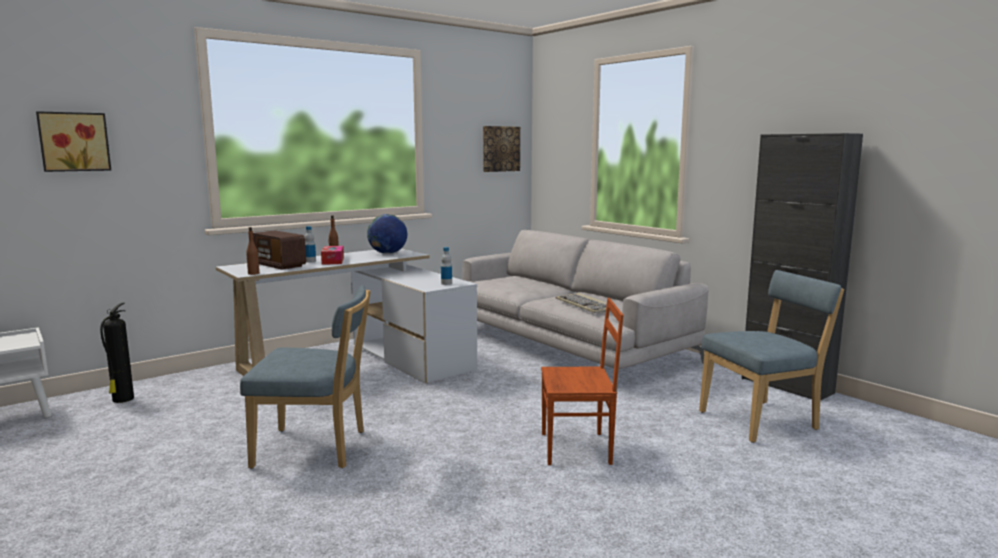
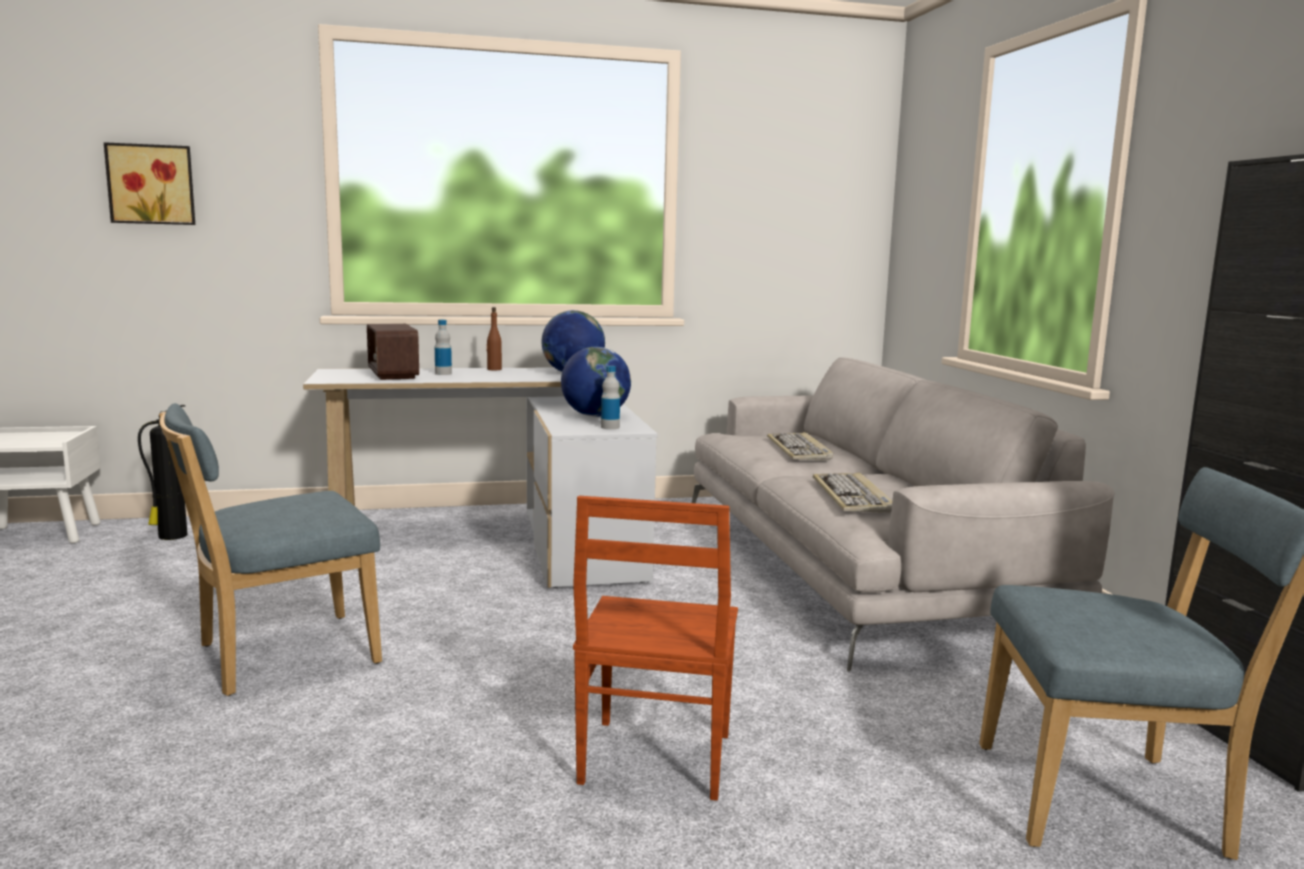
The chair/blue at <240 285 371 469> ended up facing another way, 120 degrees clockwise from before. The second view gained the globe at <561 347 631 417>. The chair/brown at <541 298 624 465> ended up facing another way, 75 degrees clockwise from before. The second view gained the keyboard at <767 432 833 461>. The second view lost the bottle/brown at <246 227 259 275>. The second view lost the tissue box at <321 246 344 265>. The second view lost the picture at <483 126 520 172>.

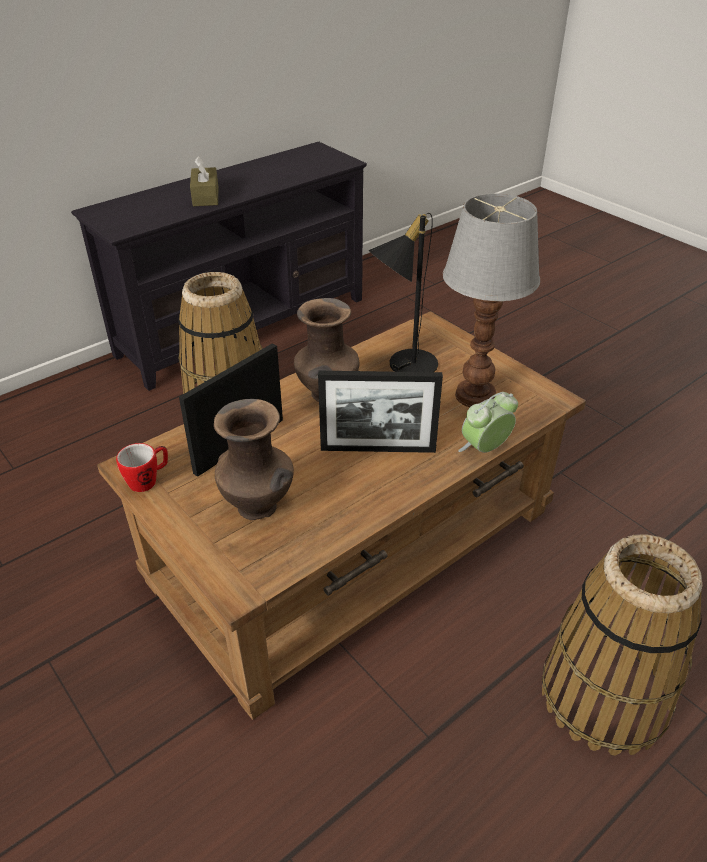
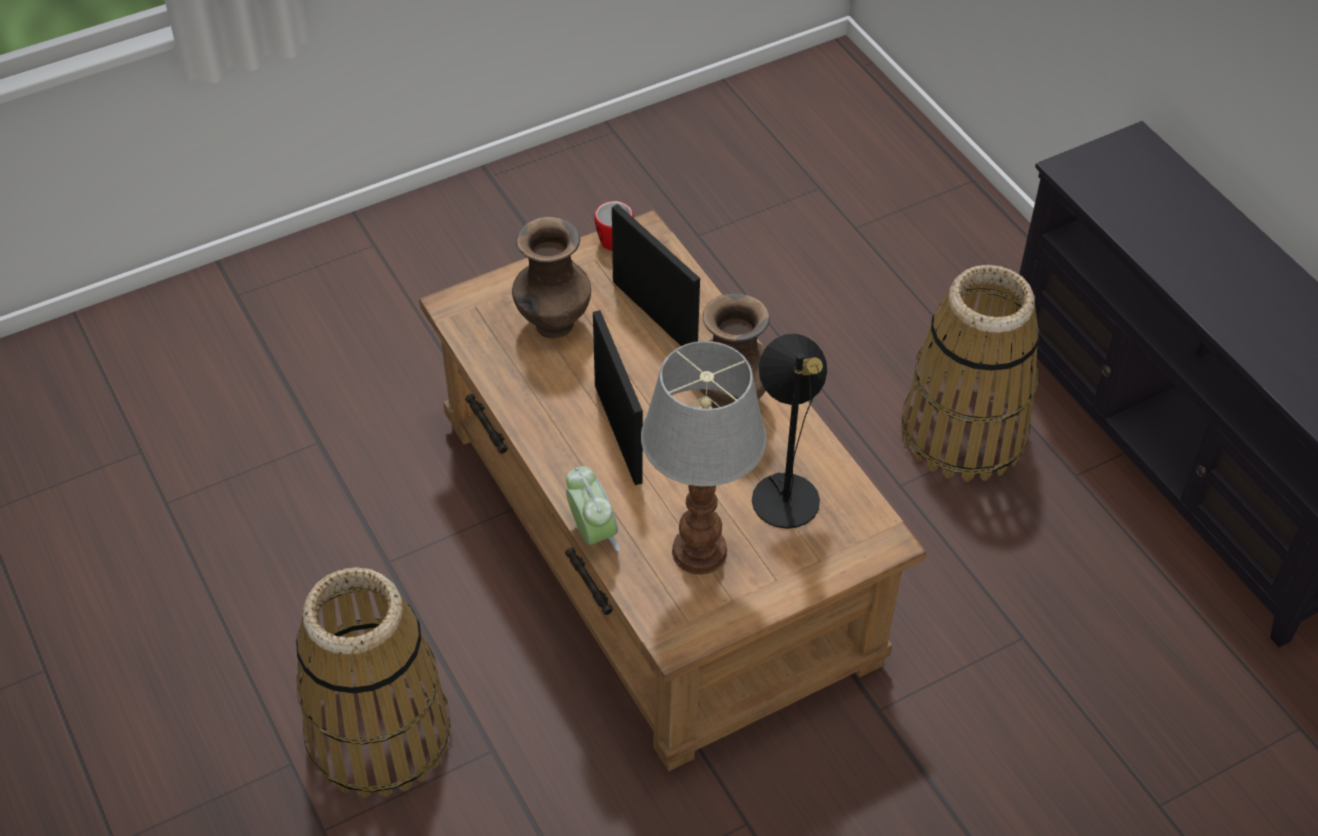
The picture frame at <318 371 443 453> ended up facing another way, 150 degrees clockwise from before. The second view lost the tissue box/brown at <190 156 218 206>.

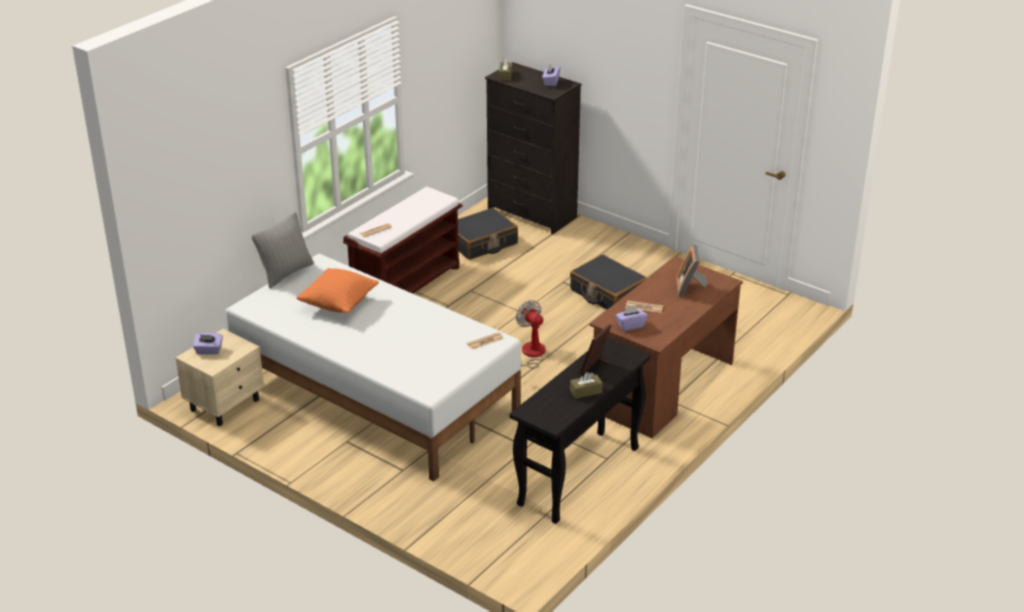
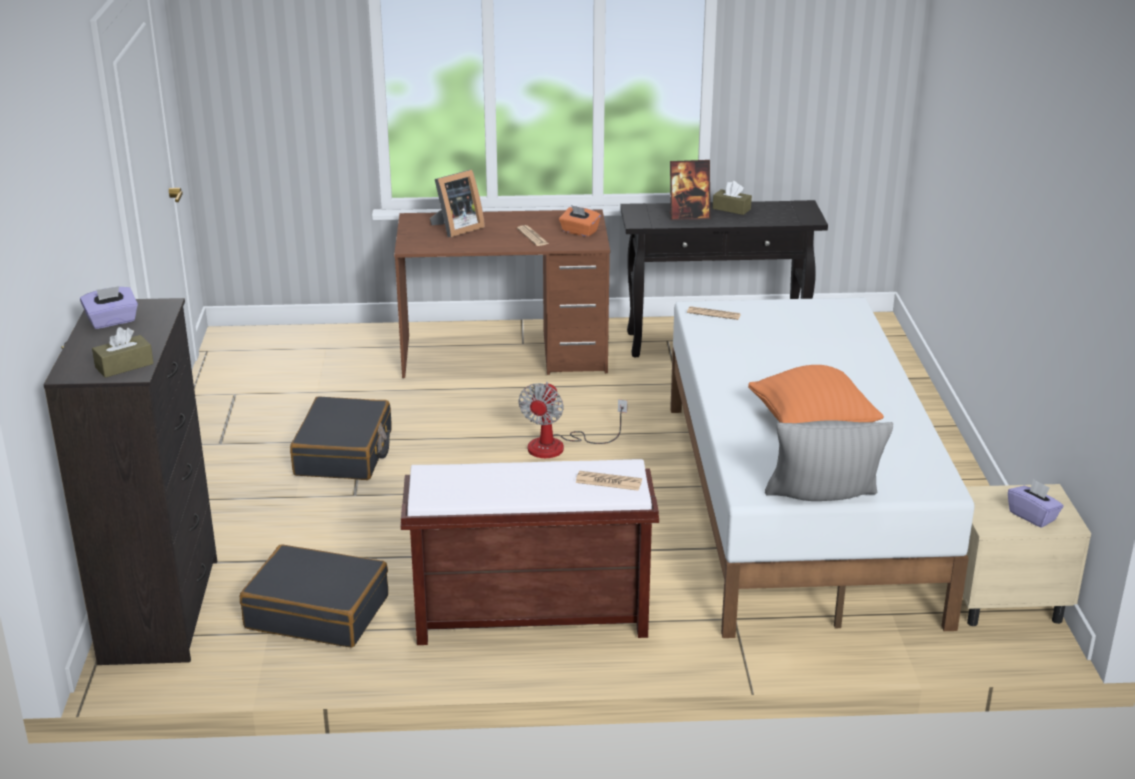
What was the tissue box/purple at <616 305 648 331> turned into the tissue box/orange at <559 205 601 237>.

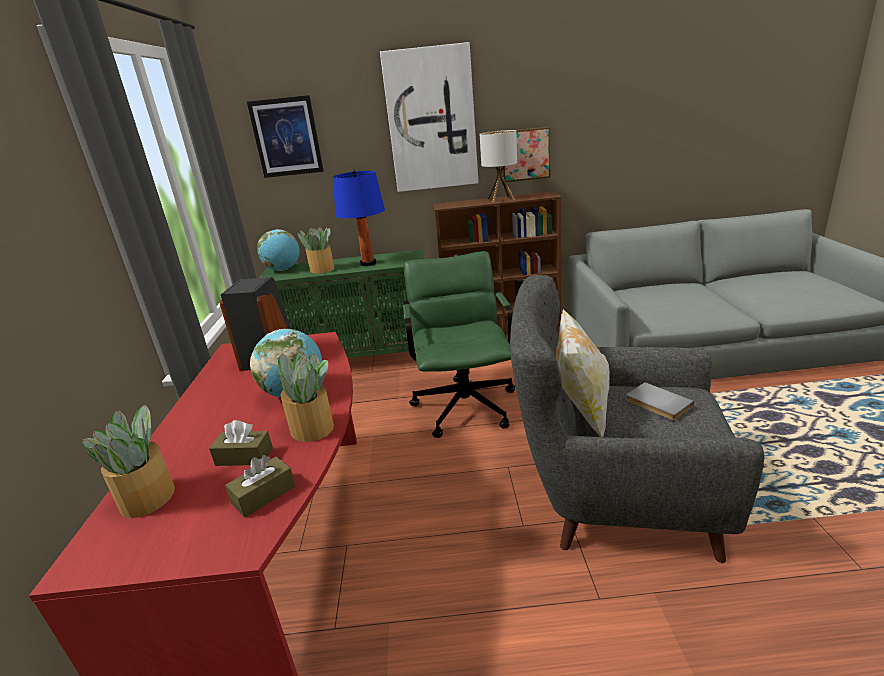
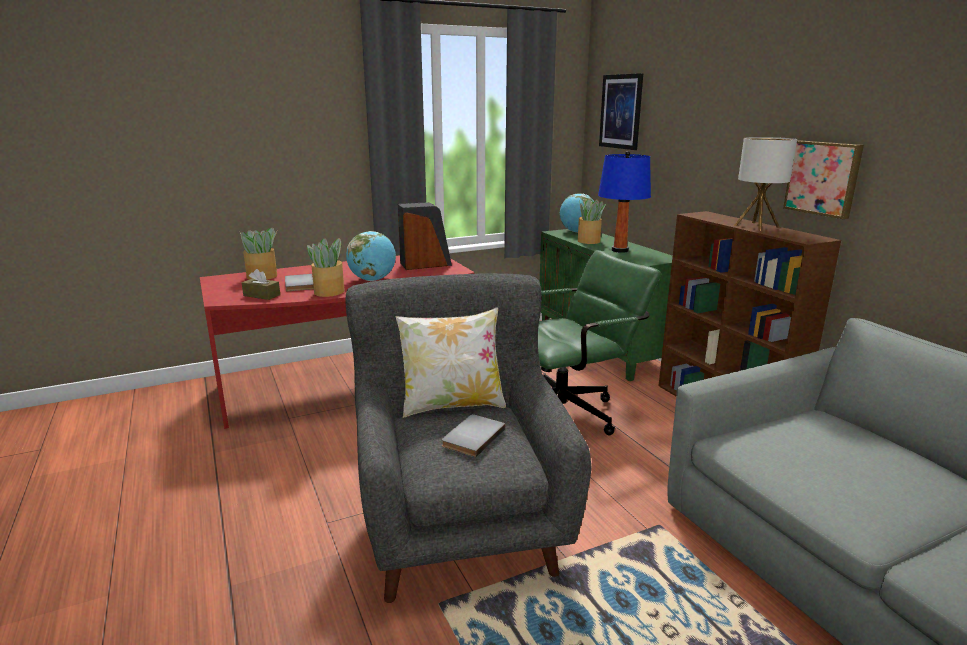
Where the tissue box/brown stood at <209 420 273 466>, the book/grey came to stand at <285 274 314 291>. The second view lost the picture at <380 42 479 192>.

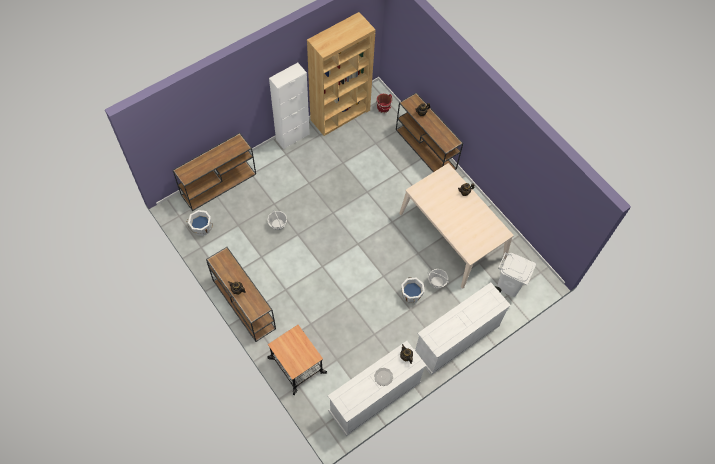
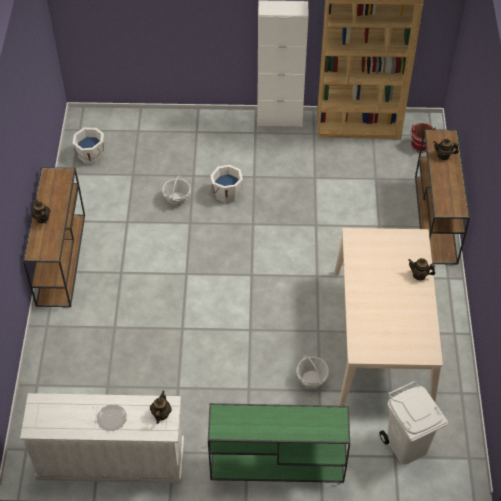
Where the dresser/white stood at <415 282 511 375>, the console table/green came to stand at <208 403 350 483>. The bucket/white ended up elsewhere, having gone from <401 277 425 303> to <210 165 243 203>. The second view lost the console table/brown at <173 133 256 211>. The second view lost the cart at <267 325 327 395>.

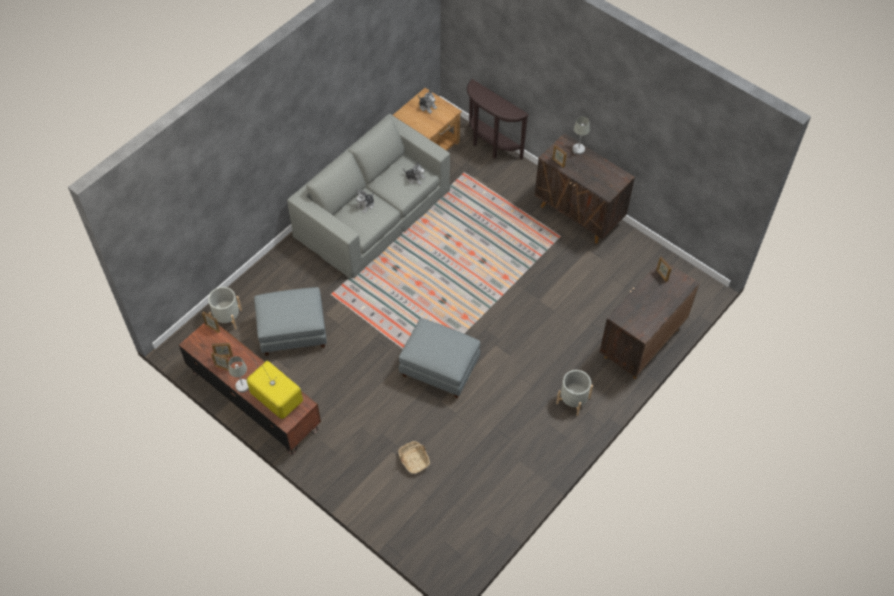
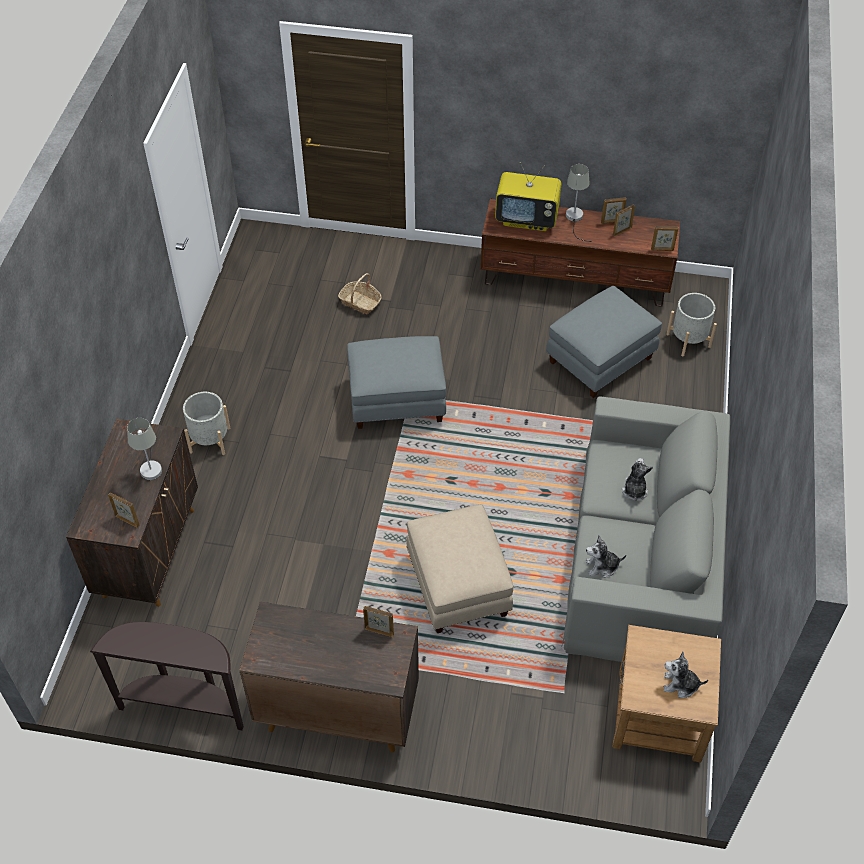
The console table/brown ended up elsewhere, having gone from <467 79 529 160> to <90 622 243 730>. The table lamp/grey ended up elsewhere, having gone from <572 116 590 172> to <127 418 162 480>. The second view gained the ottoman/beige at <406 504 513 633>.

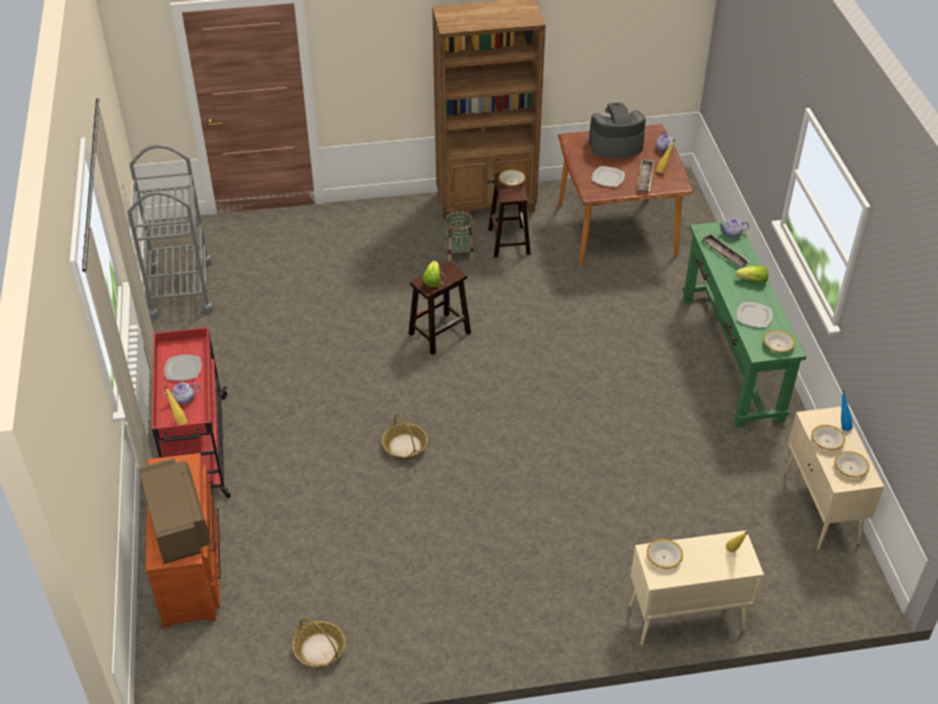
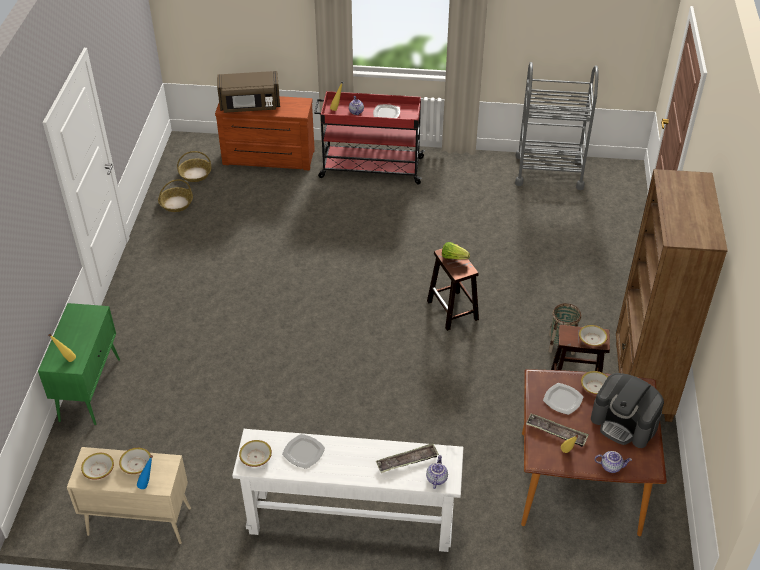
What was the cabinet/beige at <629 530 764 645> turned into the cabinet/green at <38 303 120 425>. The basket ended up elsewhere, having gone from <382 414 428 460> to <177 151 212 182>. What was the console table/green at <683 221 806 428> turned into the console table/white at <232 429 464 552>. The bowl ended up elsewhere, having gone from <647 539 683 569> to <581 371 608 395>. The coffee machine at <589 103 646 159> ended up facing another way, 120 degrees clockwise from before. The second view lost the lettuce at <736 266 769 283>.

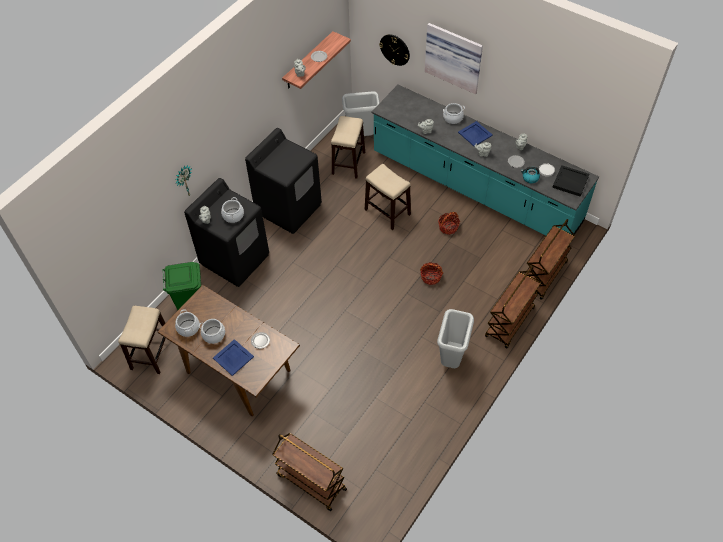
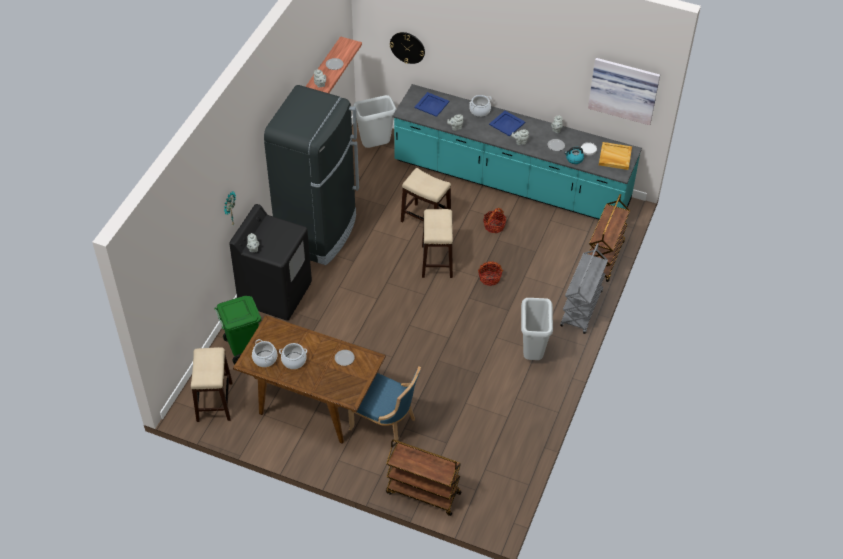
Where the washing machine/black stood at <245 128 322 234>, the fridge/black came to stand at <264 85 359 265>. The second view gained the chair/blue at <348 366 421 443>. The tray/blue ended up elsewhere, having gone from <213 339 254 376> to <415 92 449 117>. The stool ended up elsewhere, having gone from <331 116 365 179> to <422 209 453 278>. What was the cart/brown at <485 266 541 348> turned into the cart/grey at <560 243 608 334>. The picture ended up elsewhere, having gone from <425 23 483 94> to <588 58 660 125>. What was the tray/black at <552 165 589 197> turned into the tray/beige at <599 142 632 170>. The second view lost the cooking pot at <221 197 244 223>.

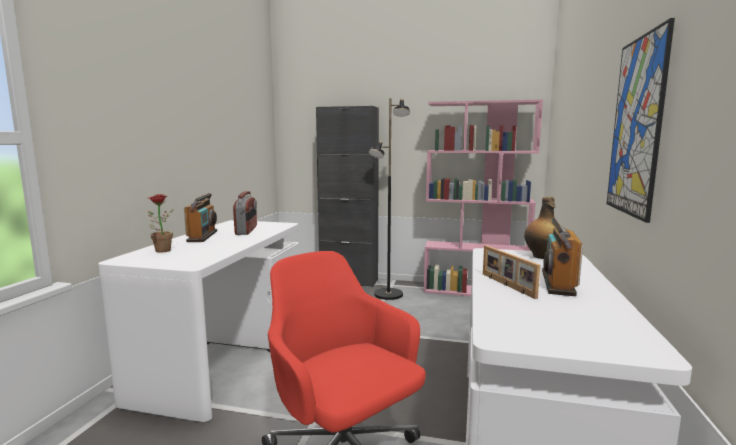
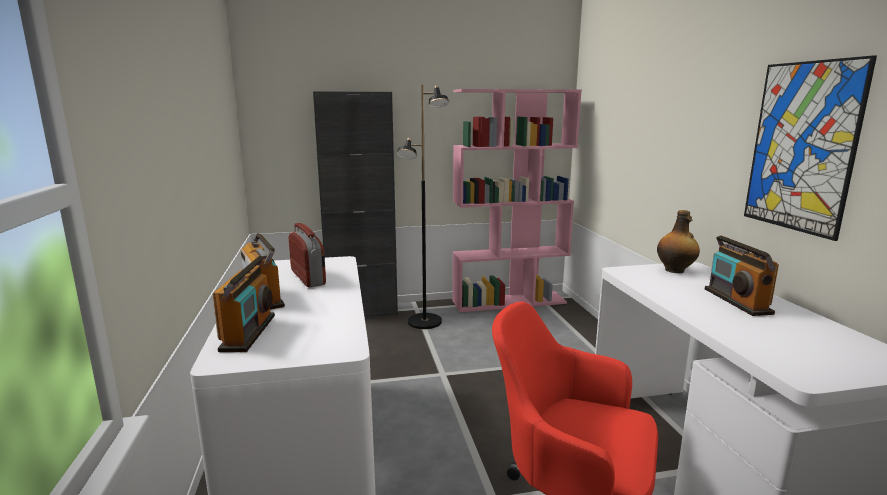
Where the potted plant stood at <148 194 174 253>, the radio came to stand at <212 256 275 352>. The second view lost the picture frame at <483 245 540 299>.

